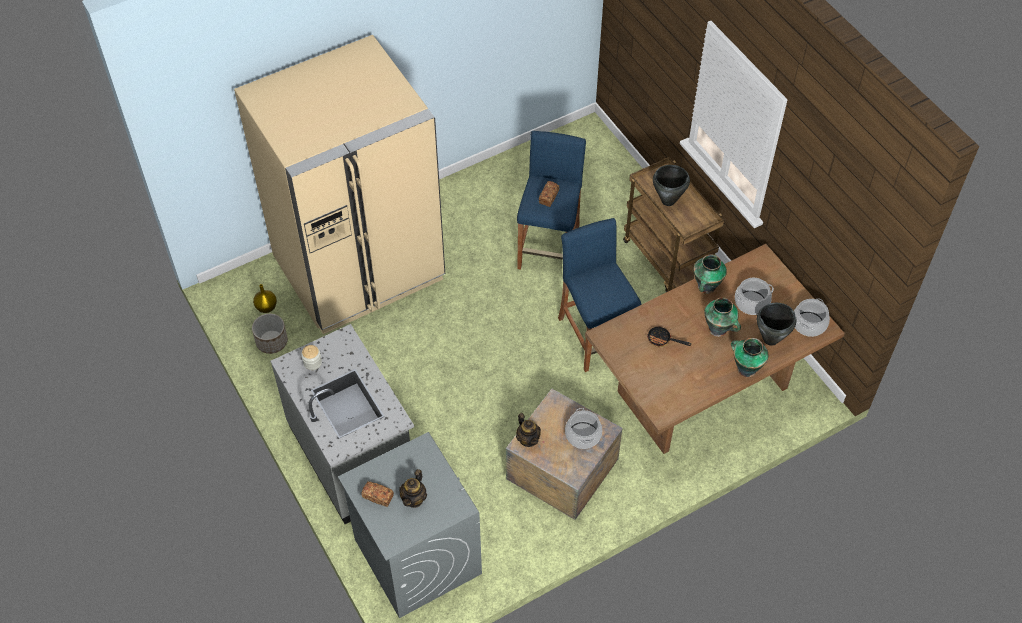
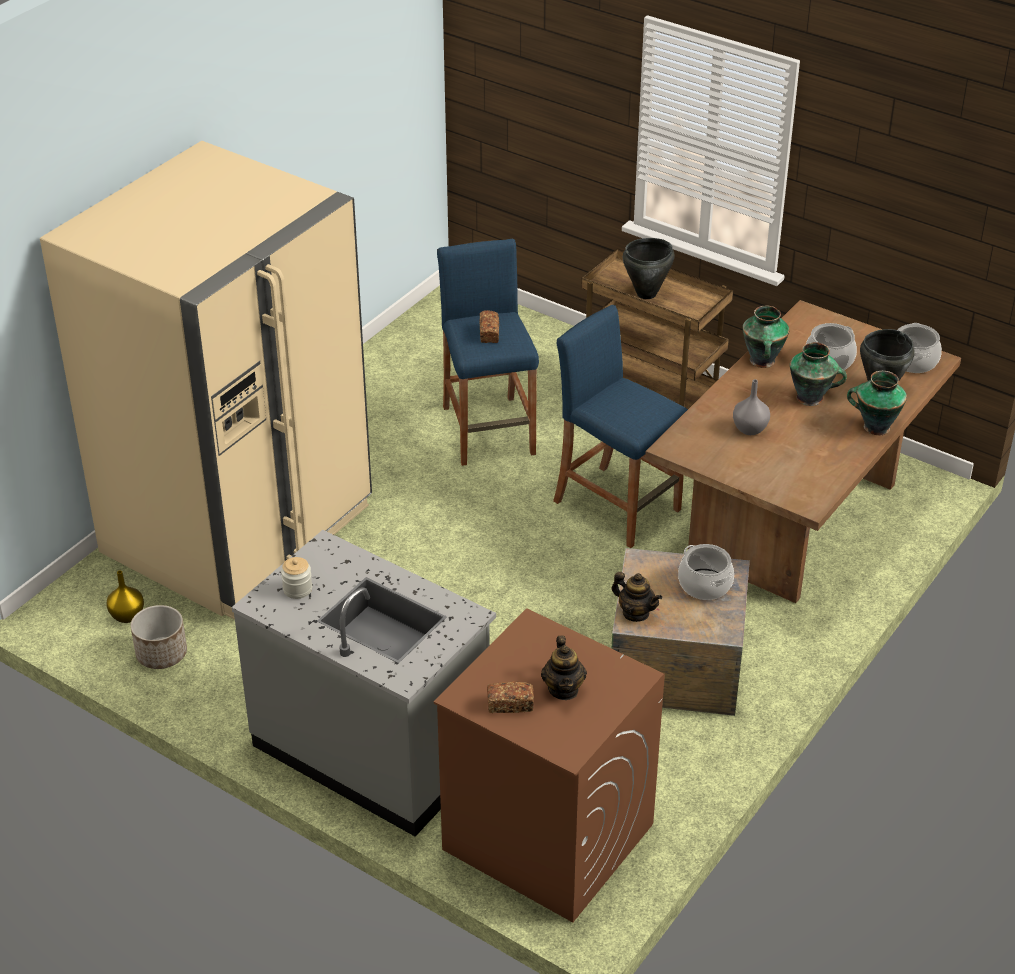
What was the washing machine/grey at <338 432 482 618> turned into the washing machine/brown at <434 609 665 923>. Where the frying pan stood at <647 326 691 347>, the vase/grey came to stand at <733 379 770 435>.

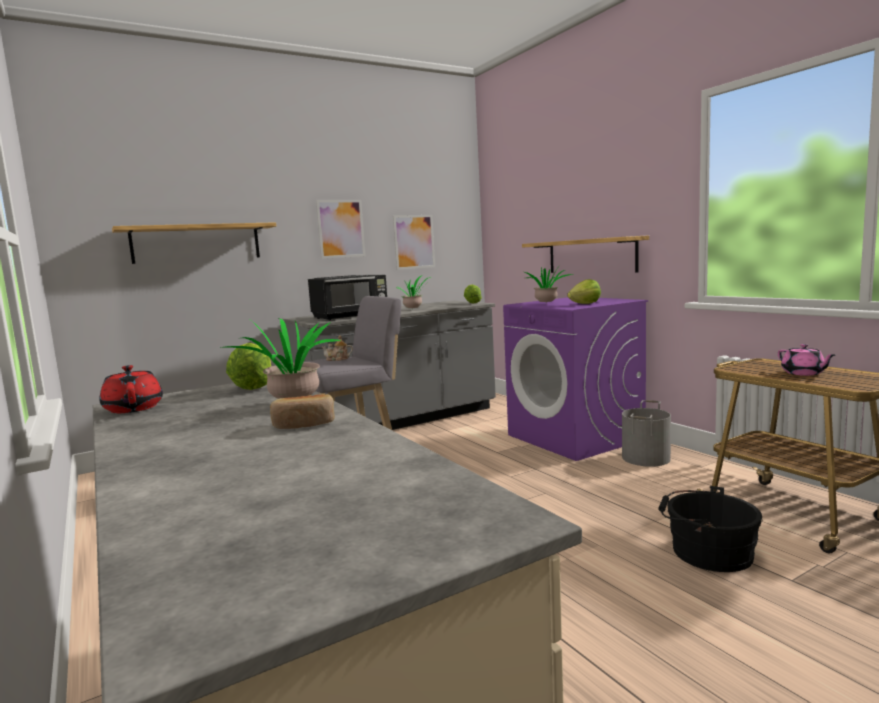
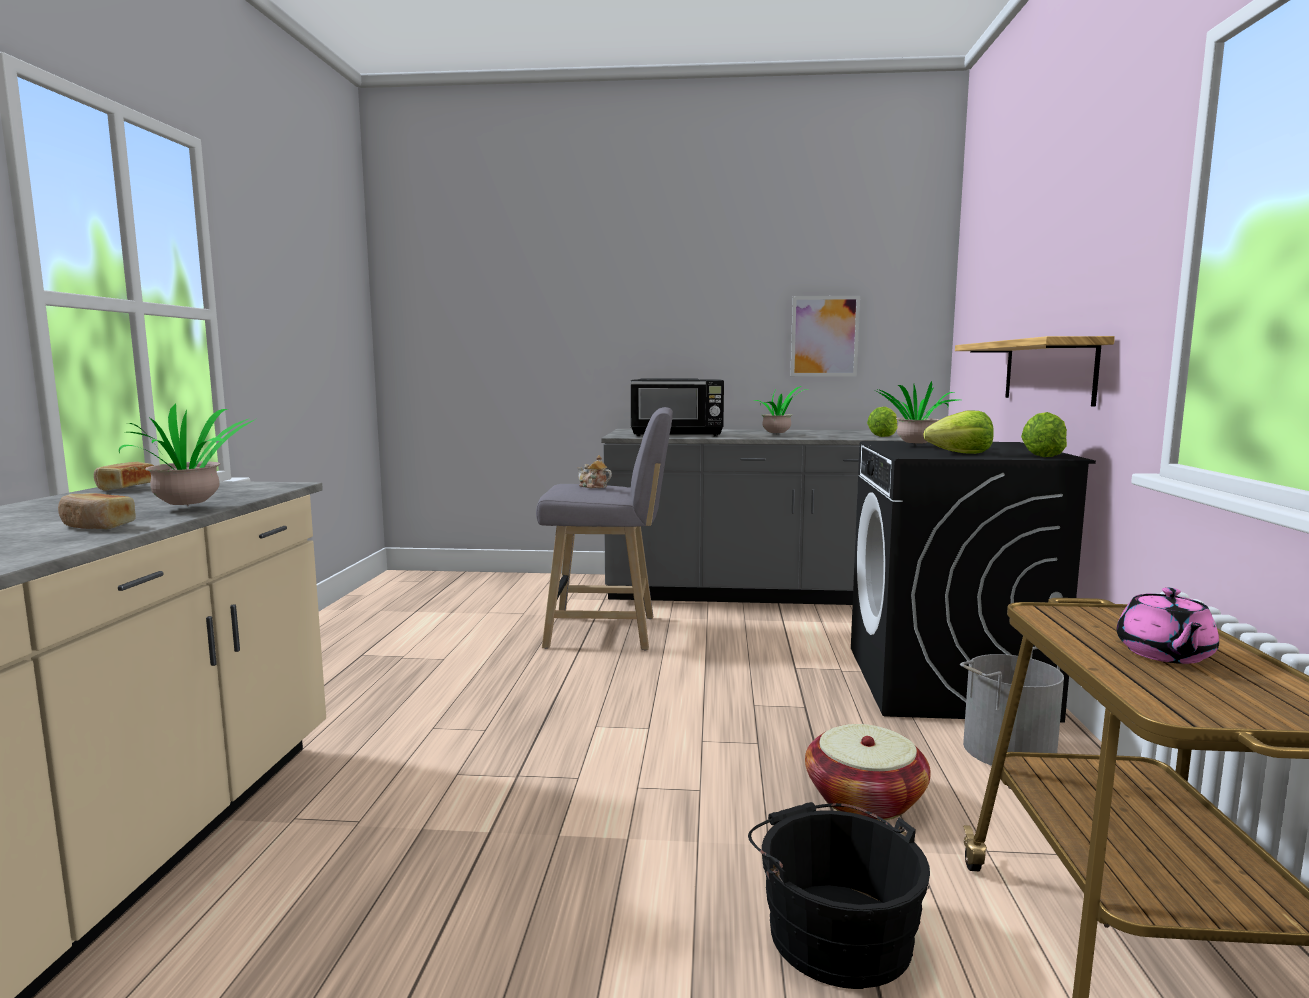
Where the teapot/red stood at <99 365 163 413>, the bread came to stand at <94 462 154 491>. The second view gained the basket at <805 724 931 821>. What was the washing machine/purple at <503 297 648 461> turned into the washing machine/black at <851 441 1096 723>. The lettuce ended up elsewhere, having gone from <226 343 271 390> to <1021 412 1067 457>. The second view lost the shelf at <112 222 276 264>. The second view lost the picture at <316 200 366 259>.

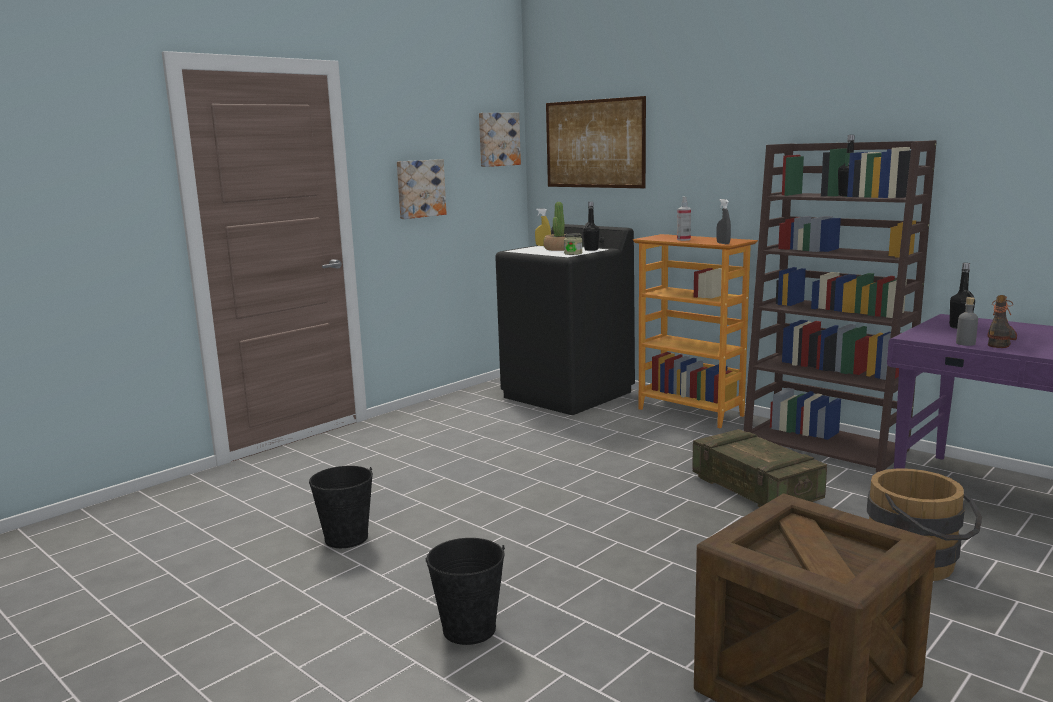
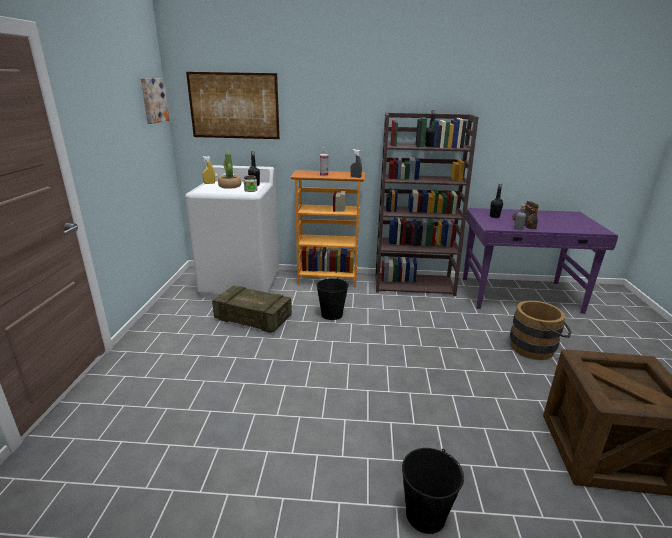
What was the washing machine/black at <495 224 635 415> turned into the washing machine/white at <185 165 279 298>. The crate ended up elsewhere, having gone from <692 429 827 508> to <212 285 292 333>. The bucket/black ended up elsewhere, having gone from <309 466 373 548> to <317 277 349 320>. The second view lost the picture at <397 159 447 219>.

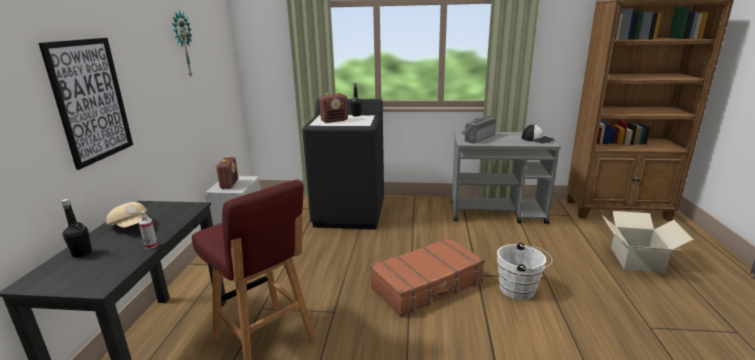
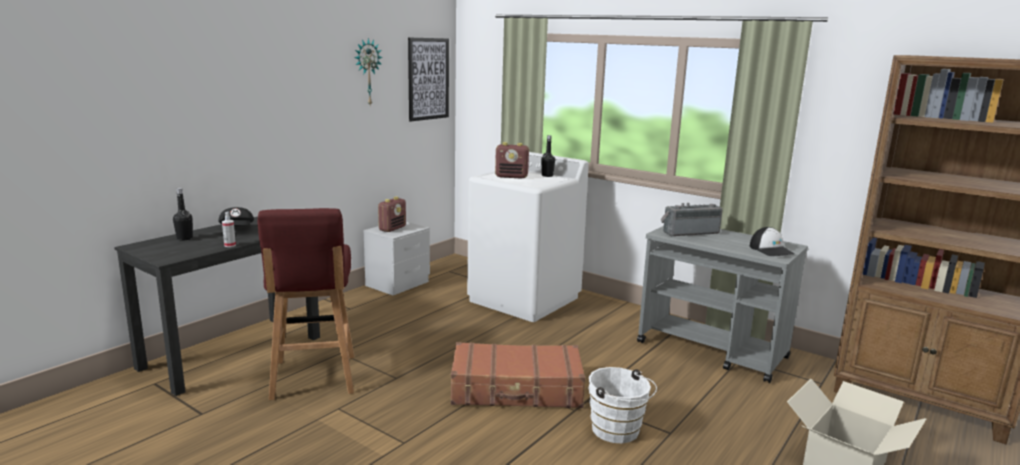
What was the cap/beige at <106 202 149 228> turned into the cap/black at <218 207 254 226>. The picture ended up elsewhere, having gone from <39 38 133 170> to <408 37 449 121>. What was the washing machine/black at <302 99 384 229> turned into the washing machine/white at <467 152 589 322>.

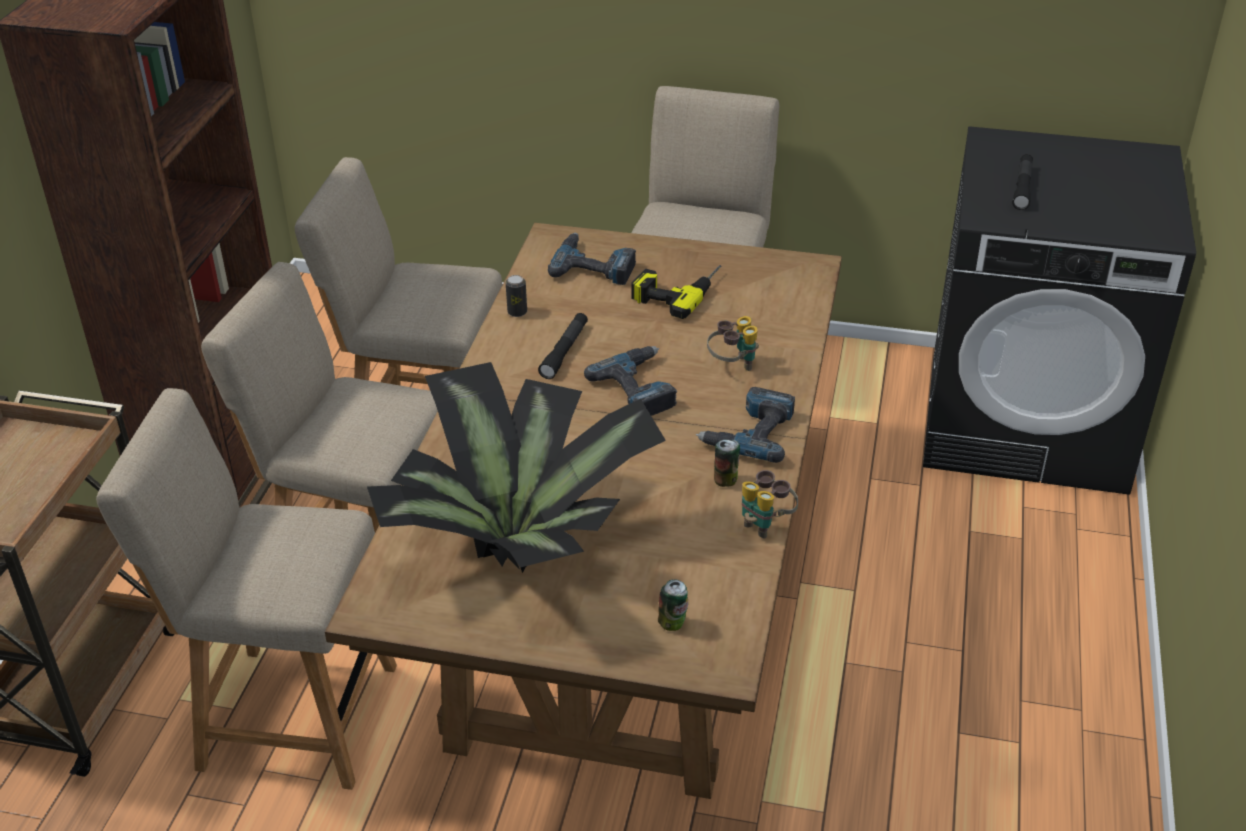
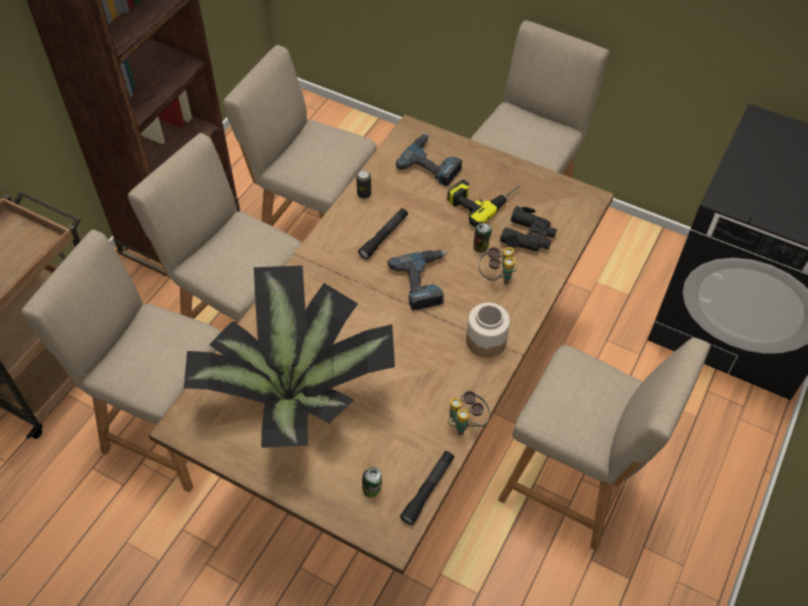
The flashlight/black ended up elsewhere, having gone from <1013 154 1033 210> to <400 451 454 525>. Where the power drill stood at <696 387 795 463>, the jar came to stand at <466 303 510 358>. The can ended up elsewhere, having gone from <714 440 740 487> to <473 223 492 252>. The second view gained the chair/beige at <498 338 710 551>. The second view gained the binoculars/black at <500 206 557 251>.

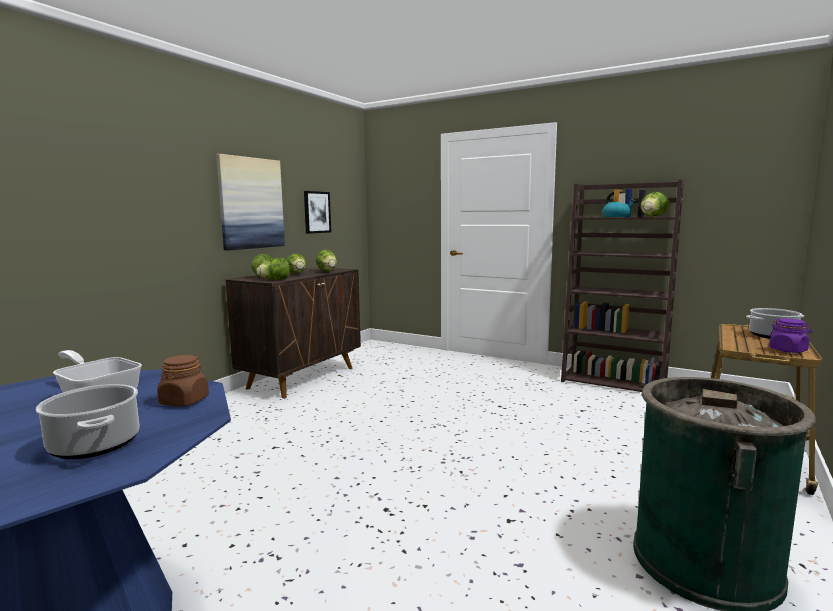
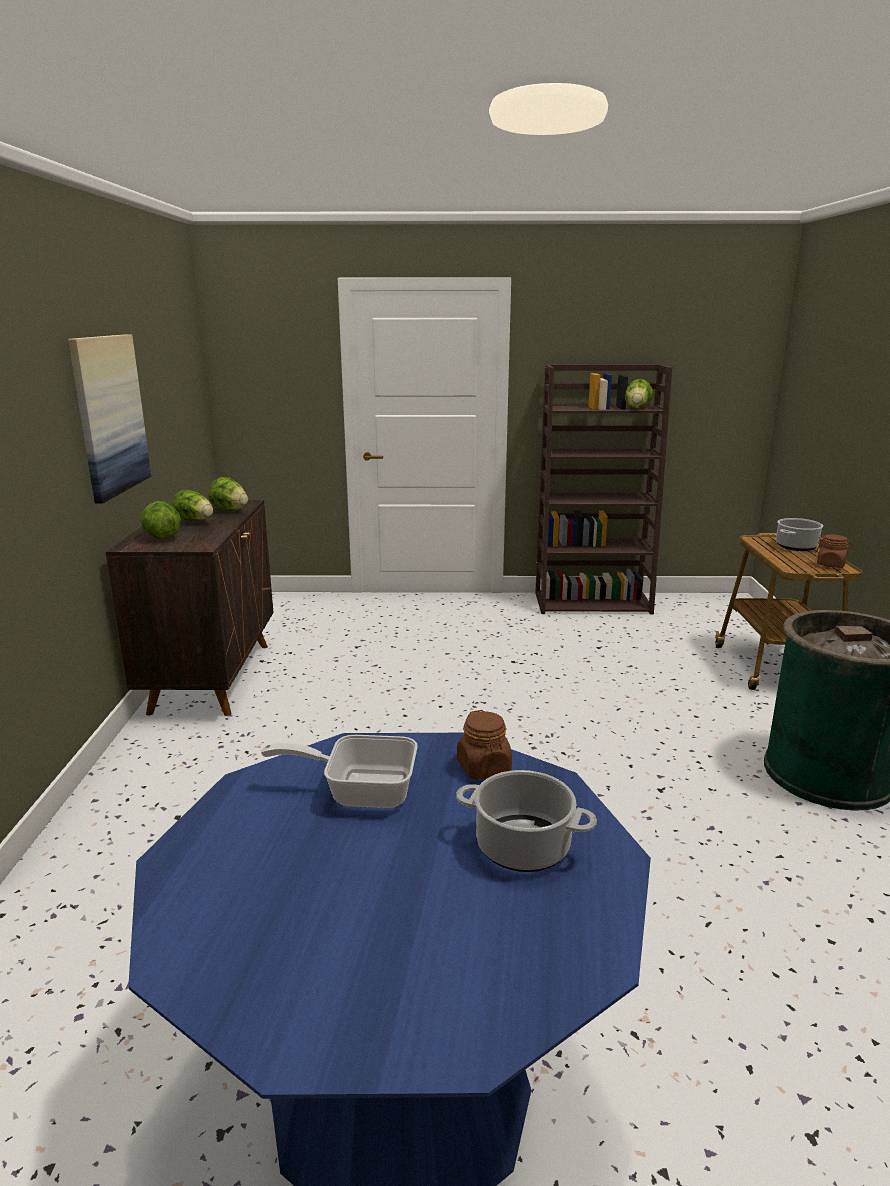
What was the jar/purple at <769 318 813 353> turned into the jar/brown at <816 534 853 568>. The second view lost the lettuce at <257 258 290 280>. The second view lost the picture at <304 191 331 234>. The second view lost the kettle at <603 191 636 217>.

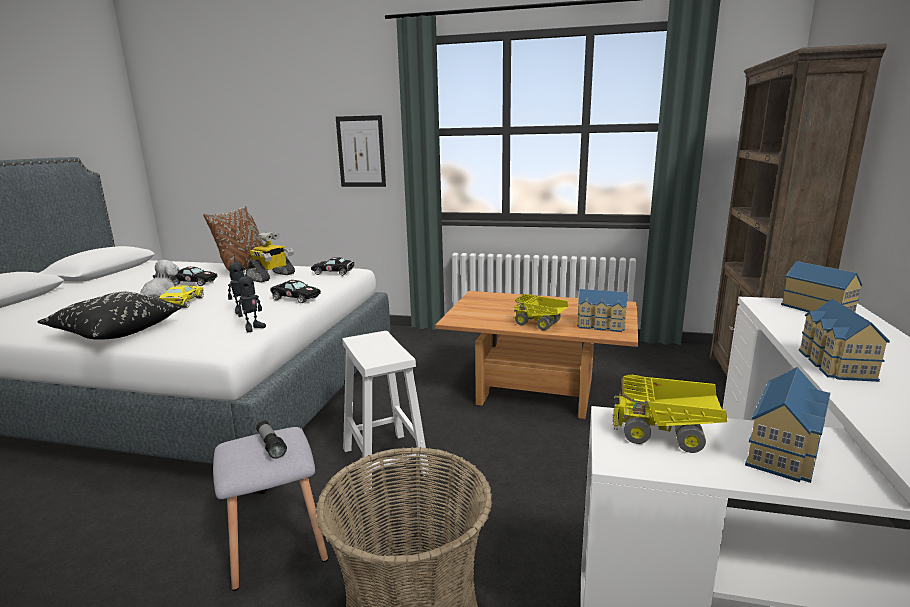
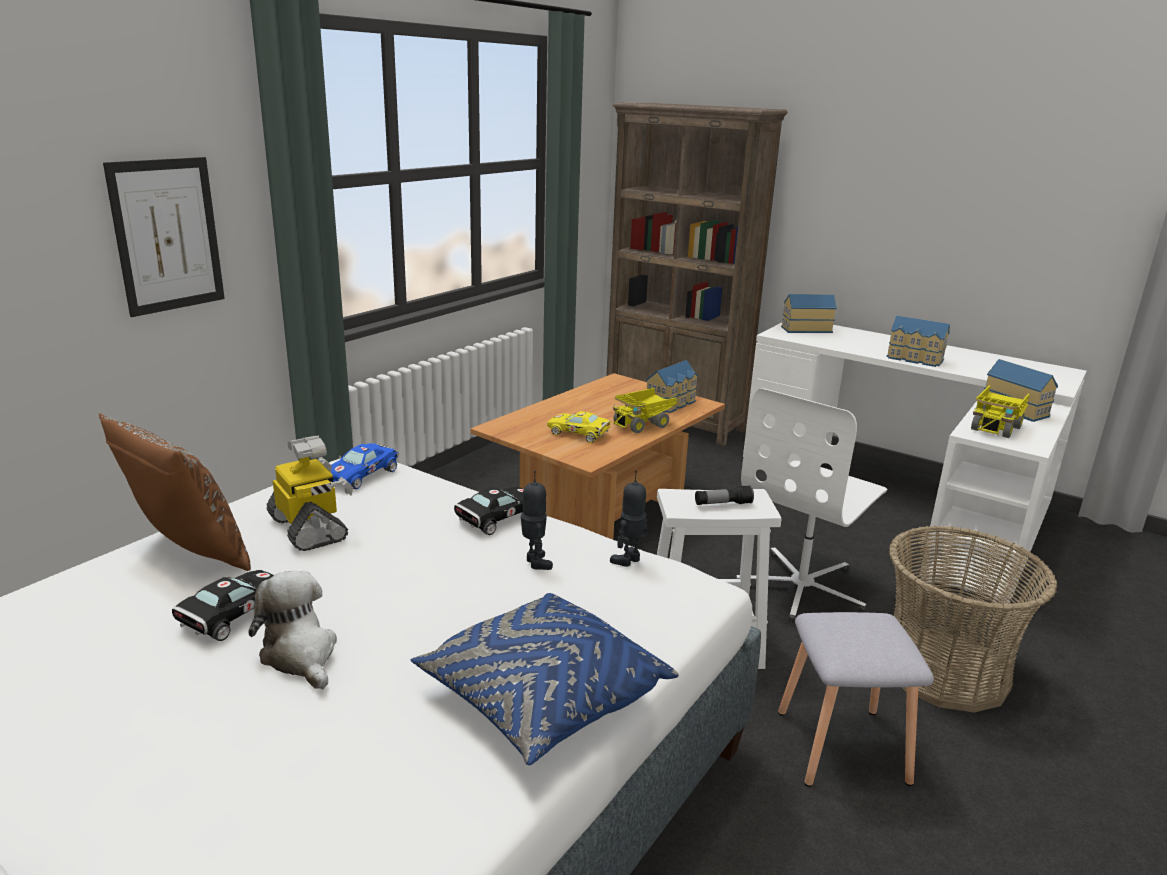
What was the toy car/black at <311 257 354 276> turned into the toy car/blue at <331 443 398 489>. What was the pillow/black at <38 292 182 340> turned into the pillow/blue at <410 593 679 765>. The toy car/yellow ended up elsewhere, having gone from <158 285 204 308> to <547 411 611 443>. The toy robot at <238 268 266 333> ended up facing another way, 105 degrees counterclockwise from before. The flashlight ended up elsewhere, having gone from <256 421 287 459> to <695 485 754 505>. The second view gained the office chair/white at <735 388 887 623>.

